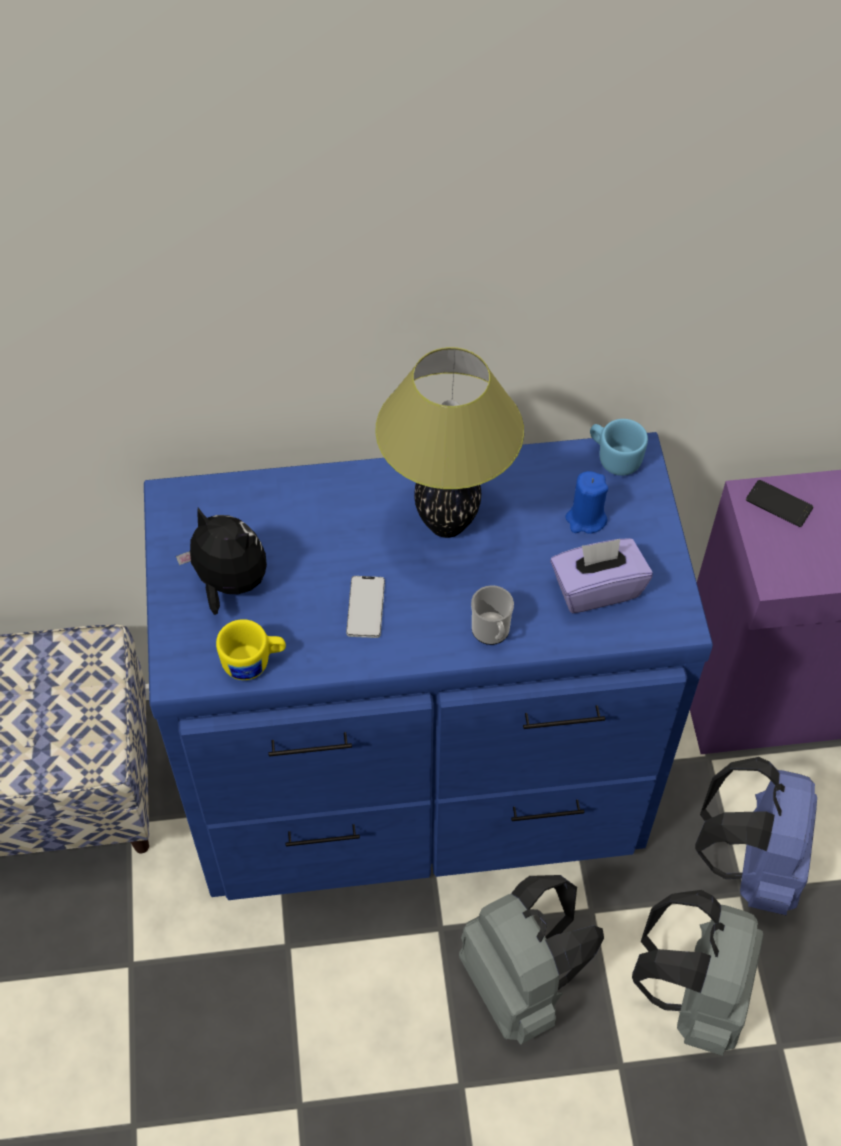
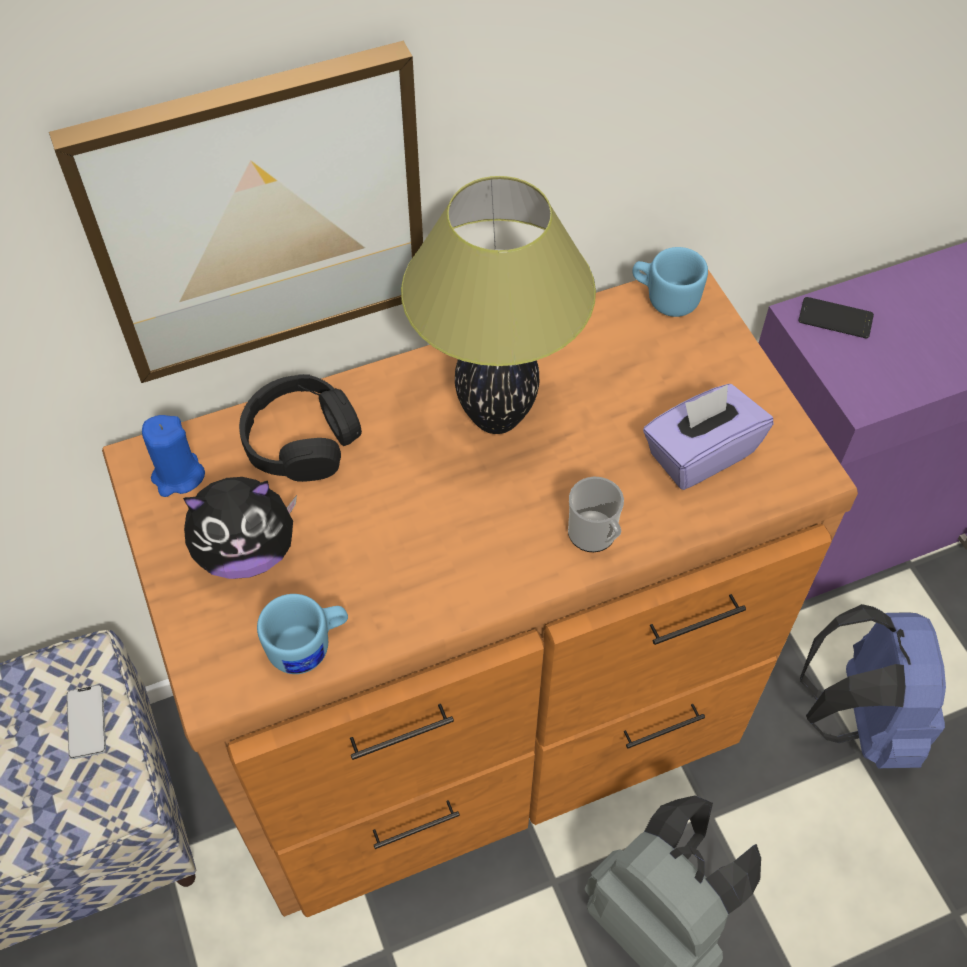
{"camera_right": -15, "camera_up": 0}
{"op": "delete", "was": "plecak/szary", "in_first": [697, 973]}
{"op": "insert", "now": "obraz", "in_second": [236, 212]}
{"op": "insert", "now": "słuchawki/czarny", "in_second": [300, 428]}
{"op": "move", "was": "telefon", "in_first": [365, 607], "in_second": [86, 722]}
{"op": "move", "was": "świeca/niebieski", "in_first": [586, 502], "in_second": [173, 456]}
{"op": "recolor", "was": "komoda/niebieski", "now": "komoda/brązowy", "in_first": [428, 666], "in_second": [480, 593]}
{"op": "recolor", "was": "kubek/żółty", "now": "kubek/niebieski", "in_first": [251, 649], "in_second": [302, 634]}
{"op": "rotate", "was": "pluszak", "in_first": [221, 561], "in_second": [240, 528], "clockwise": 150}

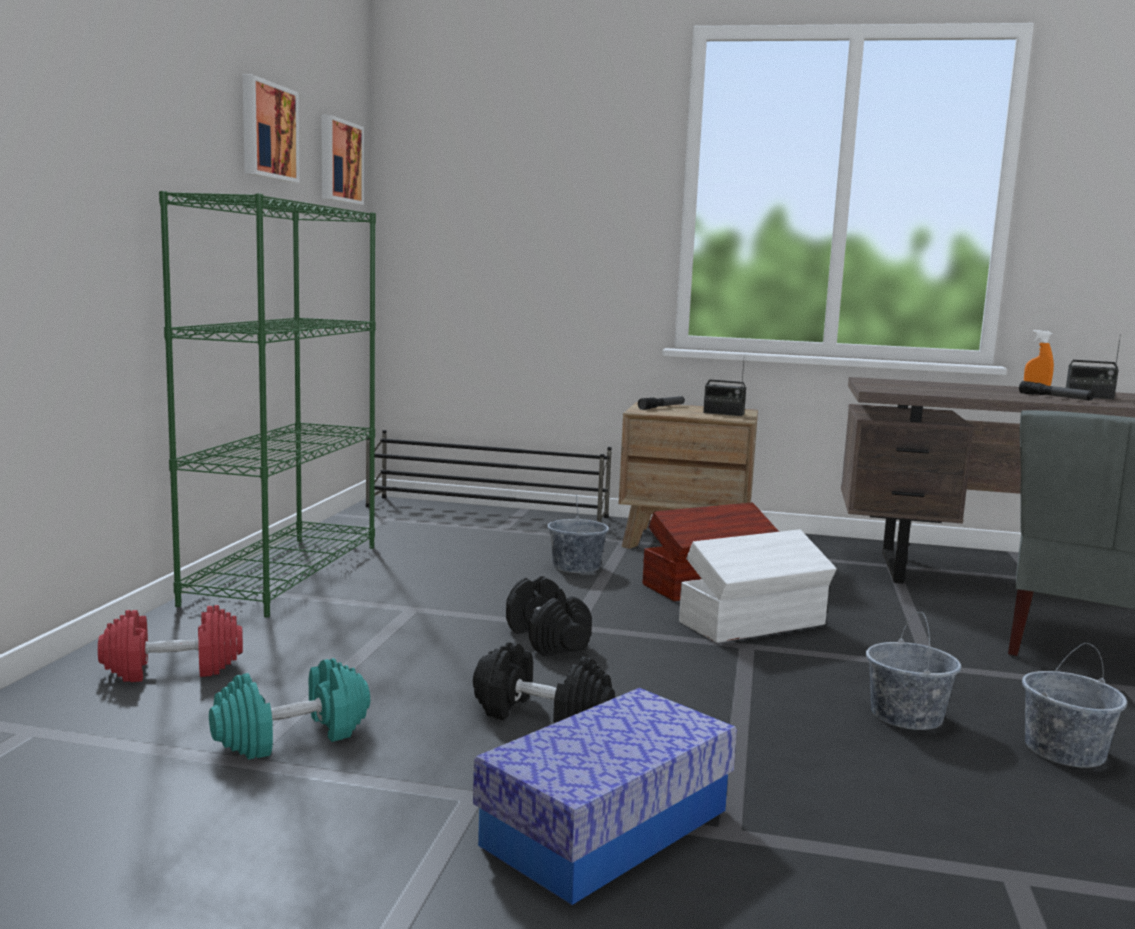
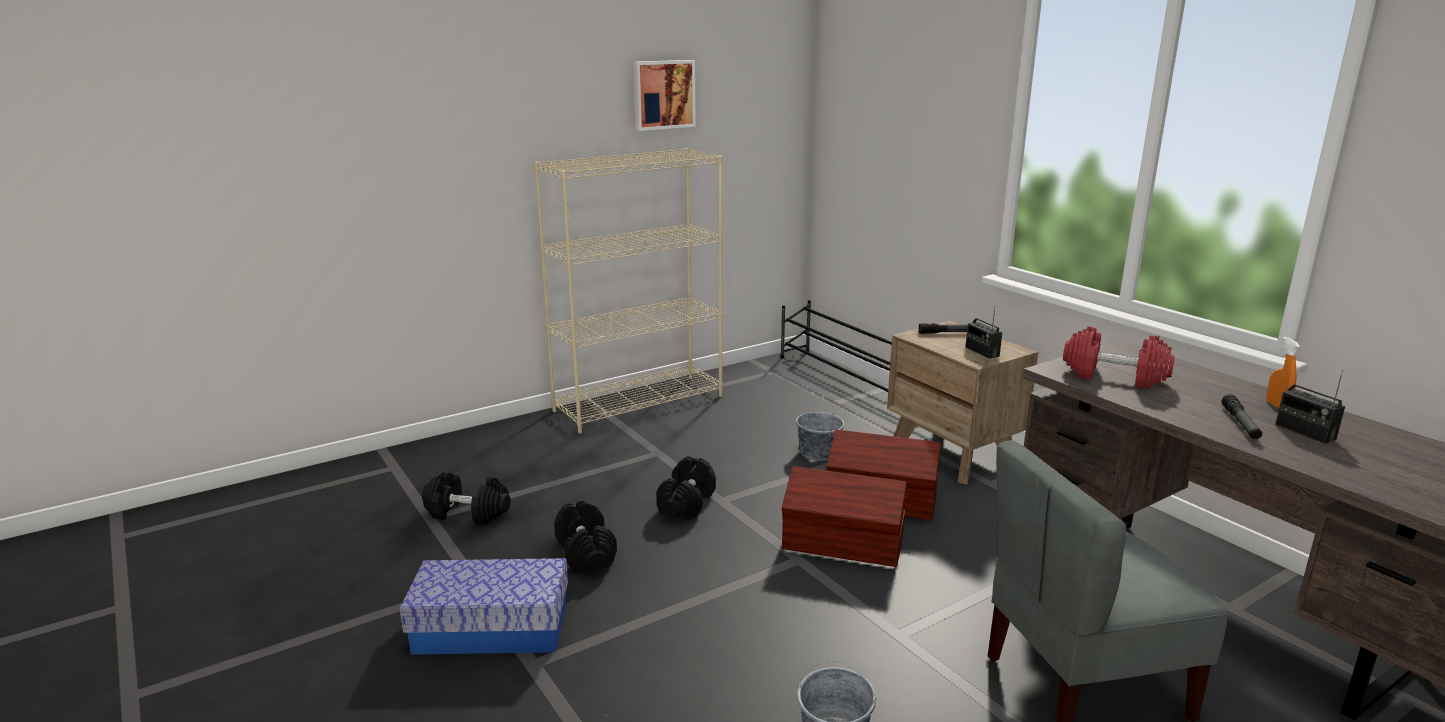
{"camera_right": 45, "camera_up": 10}
{"op": "delete", "was": "obraz", "in_first": [342, 160]}
{"op": "delete", "was": "wiadro/szary", "in_first": [913, 671]}
{"op": "move", "was": "hantel/czerwony", "in_first": [170, 643], "in_second": [1119, 357]}
{"op": "recolor", "was": "regał/zielony", "now": "regał/beżowy", "in_first": [267, 404], "in_second": [628, 291]}
{"op": "recolor", "was": "hantel/turkusowy", "now": "hantel/czarny", "in_first": [289, 709], "in_second": [466, 498]}
{"op": "recolor", "was": "pojemnik do przechowywania/biały", "now": "pojemnik do przechowywania/brązowy", "in_first": [758, 586], "in_second": [844, 516]}

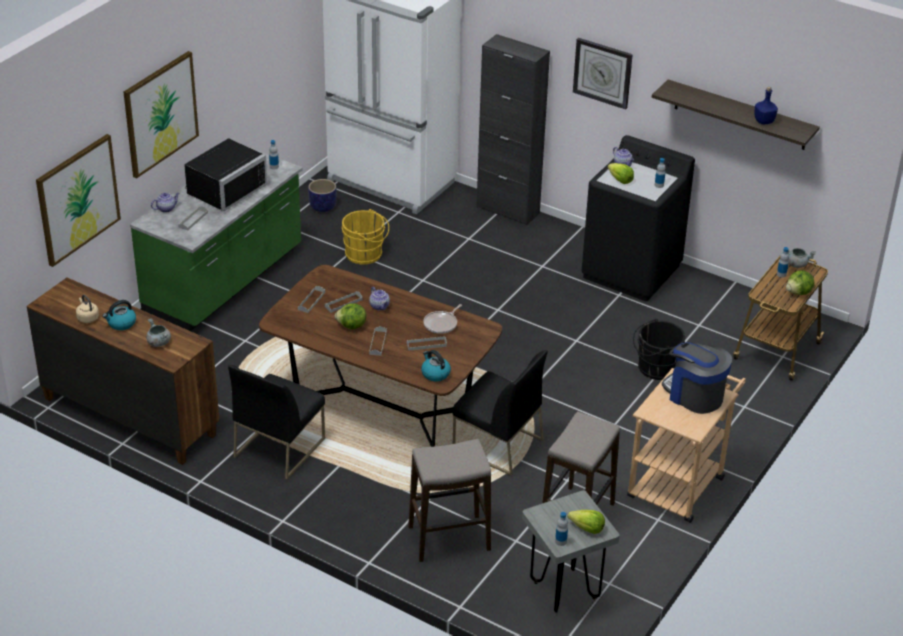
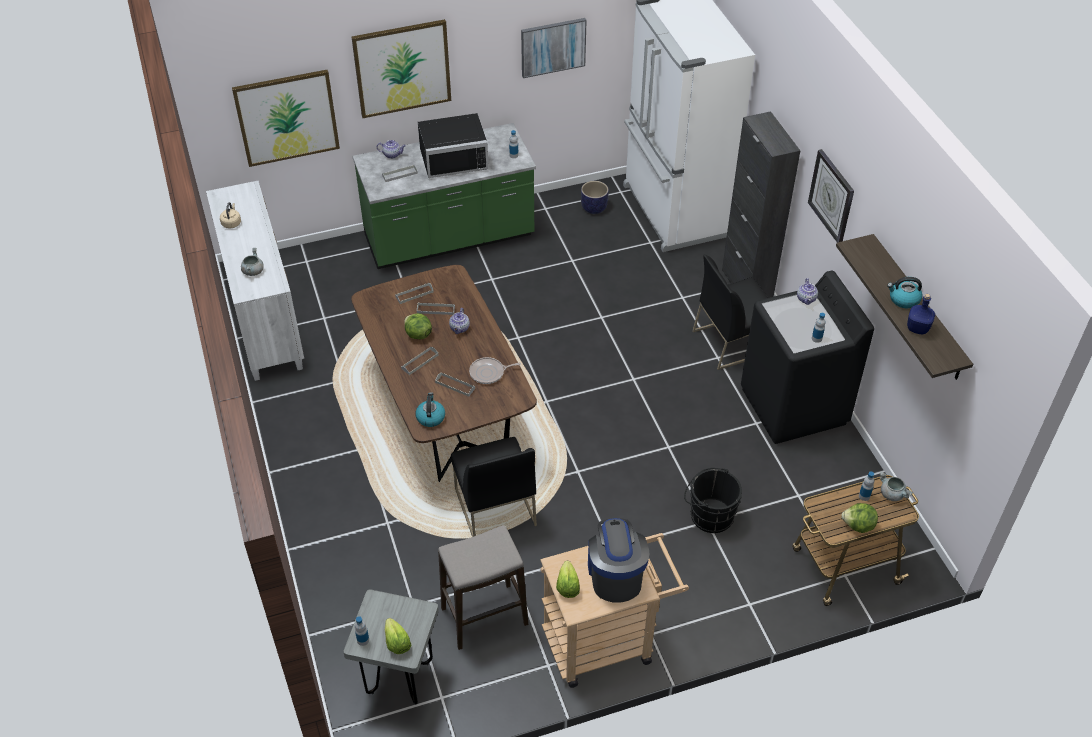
{"camera_right": 40, "camera_up": 10}
{"op": "delete", "was": "wiadro/żółty", "in_first": [365, 237]}
{"op": "delete", "was": "stołek", "in_first": [449, 500]}
{"op": "insert", "now": "obraz", "in_second": [554, 48]}
{"op": "move", "was": "czajnik", "in_first": [119, 315], "in_second": [904, 292]}
{"op": "move", "was": "krzesło/czarny", "in_first": [276, 422], "in_second": [730, 312]}
{"op": "move", "was": "sałata", "in_first": [621, 173], "in_second": [568, 579]}
{"op": "recolor", "was": "komoda/brązowy", "now": "komoda/biały", "in_first": [123, 371], "in_second": [255, 281]}

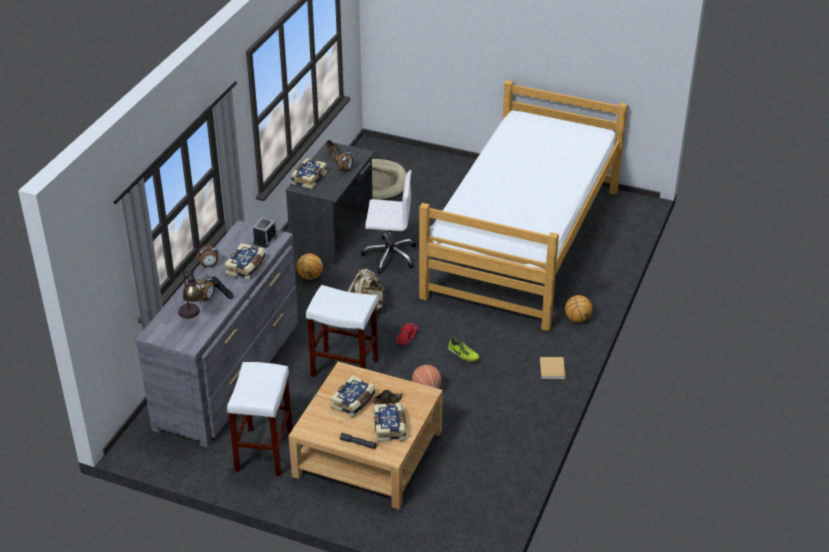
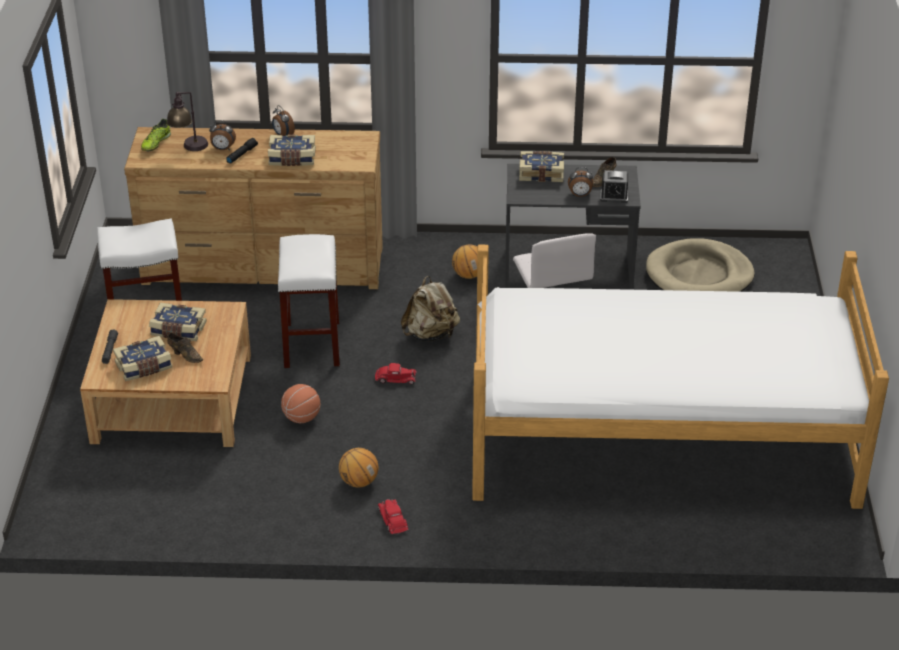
{"camera_right": 70, "camera_up": 0}
{"op": "move", "was": "budzik", "in_first": [265, 232], "in_second": [614, 186]}
{"op": "move", "was": "but", "in_first": [464, 349], "in_second": [156, 135]}
{"op": "move", "was": "piłka do koszykówki", "in_first": [578, 308], "in_second": [358, 468]}
{"op": "replace", "was": "książka/beżowy", "now": "samochodzik/czerwony", "in_first": [553, 368], "in_second": [393, 516]}
{"op": "recolor", "was": "komoda/szary", "now": "komoda/brązowy", "in_first": [216, 334], "in_second": [253, 208]}

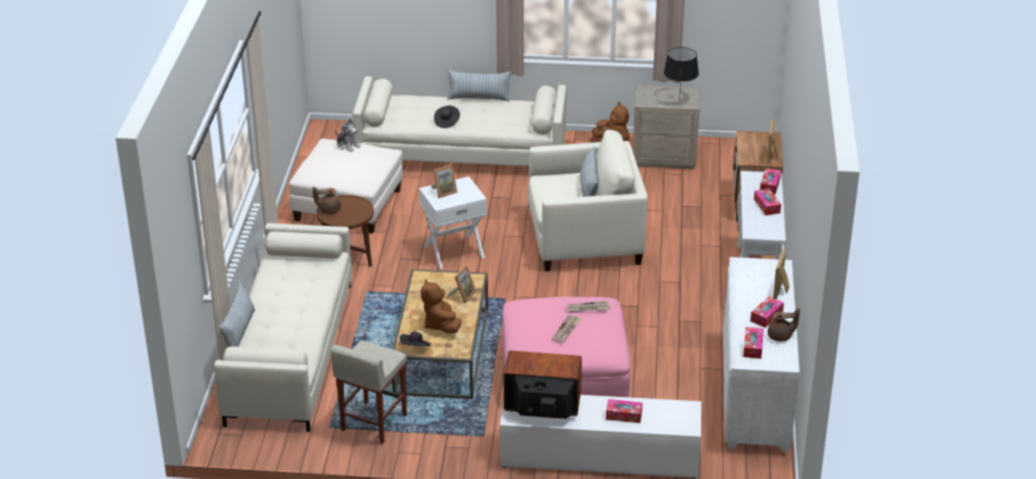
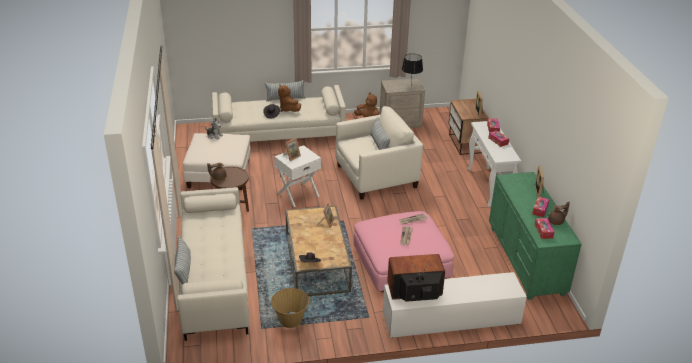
{"camera_right": -15, "camera_up": 0}
{"op": "delete", "was": "pudełko chusteczek", "in_first": [624, 411]}
{"op": "move", "was": "pluszak/brązowy", "in_first": [441, 306], "in_second": [289, 98]}
{"op": "replace", "was": "stołek/beżowy", "now": "koszyk", "in_first": [369, 392], "in_second": [290, 308]}
{"op": "recolor", "was": "komoda/biały", "now": "komoda/zielony", "in_first": [761, 354], "in_second": [535, 236]}

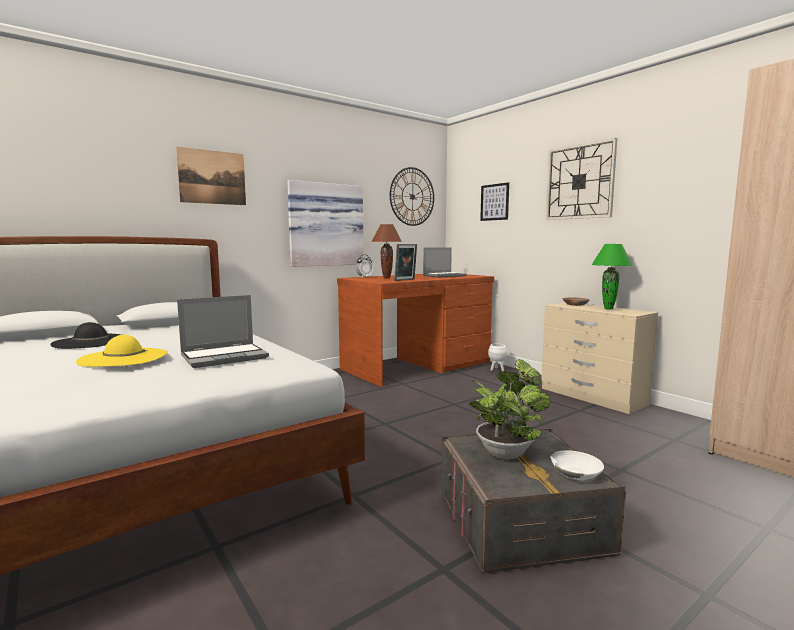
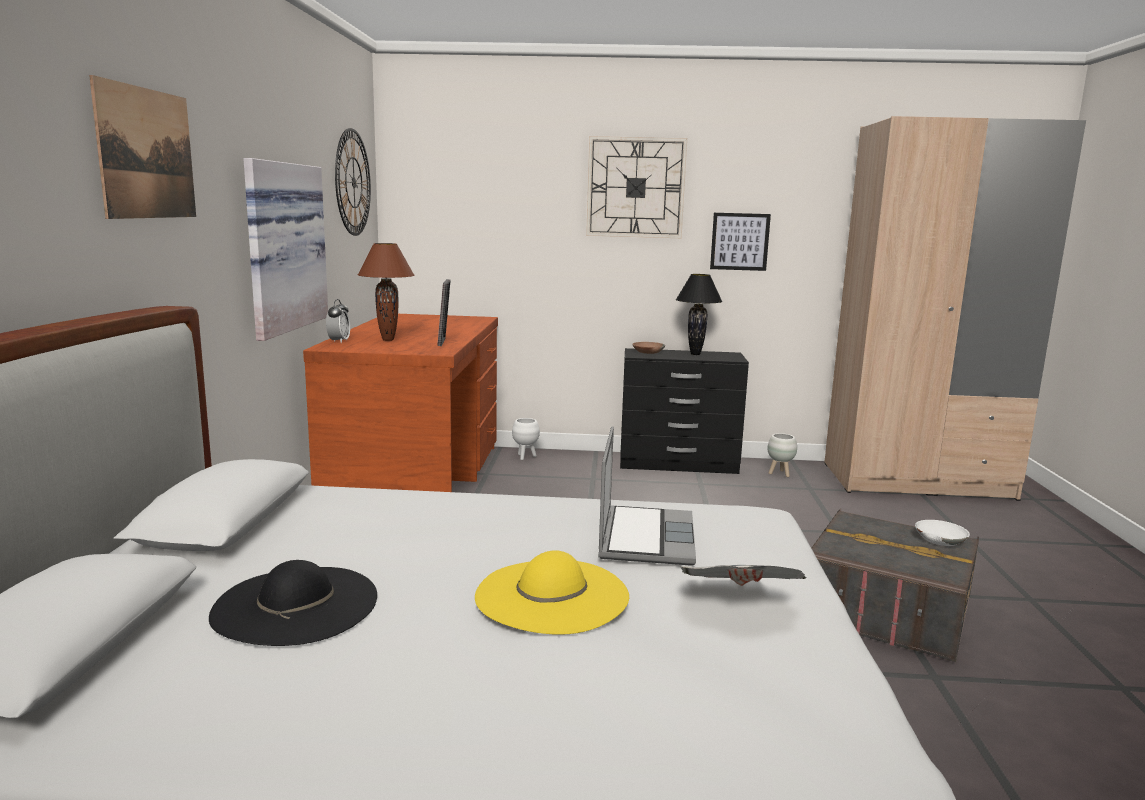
{"camera_right": -50, "camera_up": 5}
{"op": "delete", "was": "laptop", "in_first": [445, 262]}
{"op": "delete", "was": "roślina doniczkowa", "in_first": [510, 409]}
{"op": "insert", "now": "gazeta", "in_second": [743, 575]}
{"op": "insert", "now": "donica/biały", "in_second": [782, 455]}
{"op": "move", "was": "obraz", "in_first": [494, 201], "in_second": [740, 242]}
{"op": "recolor", "was": "komoda/beżowy", "now": "komoda/czarny", "in_first": [599, 358], "in_second": [684, 411]}
{"op": "recolor", "was": "lampa stołowa/zielony", "now": "lampa stołowa/czarny", "in_first": [611, 276], "in_second": [699, 314]}

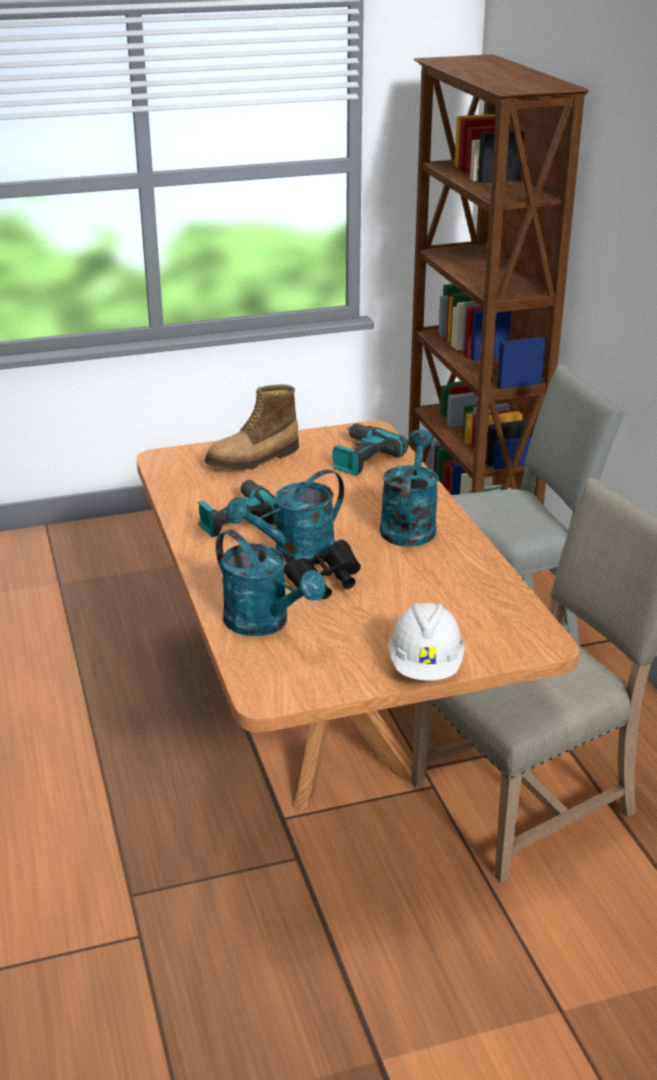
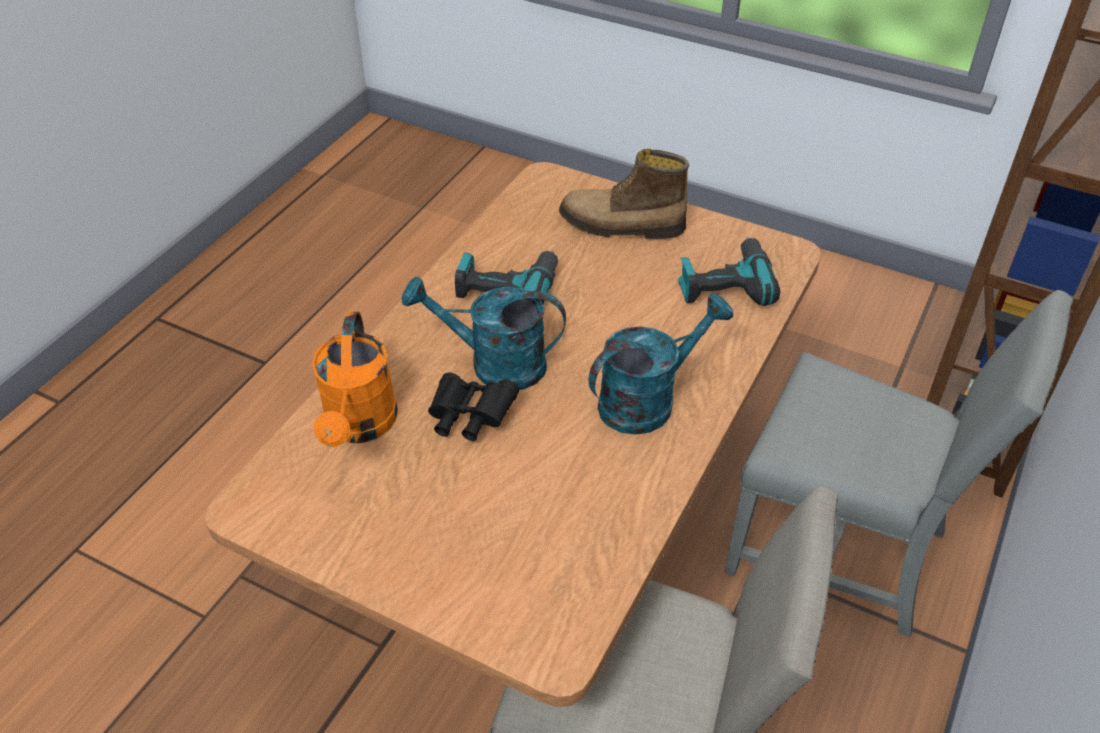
{"camera_right": 45, "camera_up": 15}
{"op": "delete", "was": "kask/biały", "in_first": [426, 641]}
{"op": "recolor", "was": "konewka/turkusowy", "now": "konewka/pomarańczowy", "in_first": [271, 583], "in_second": [355, 379]}

